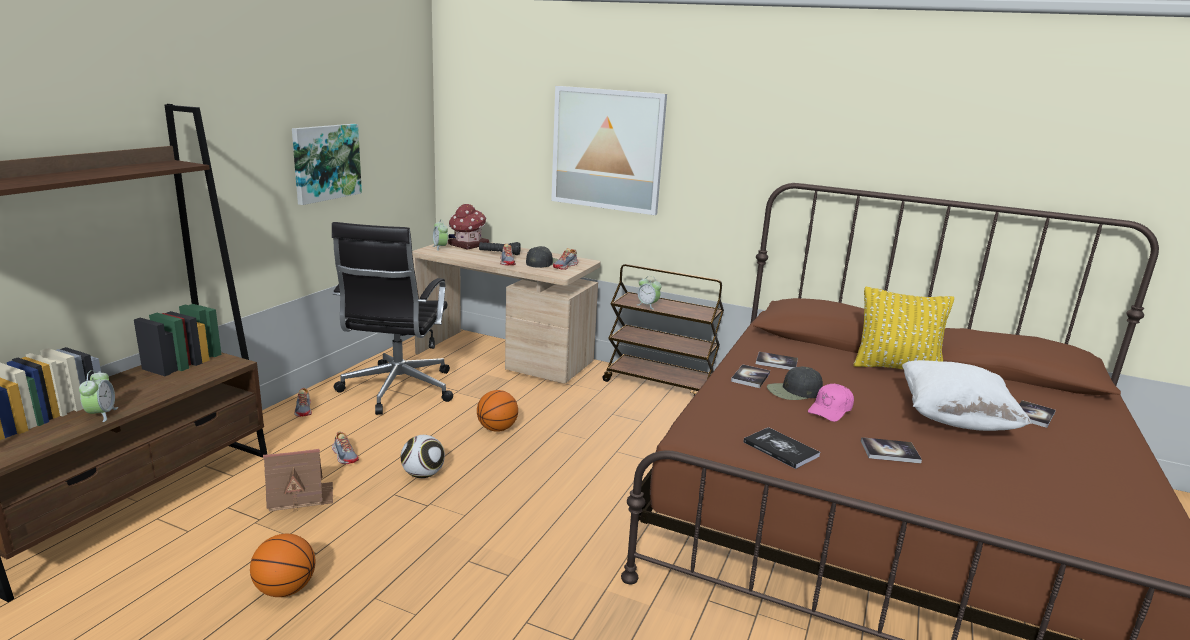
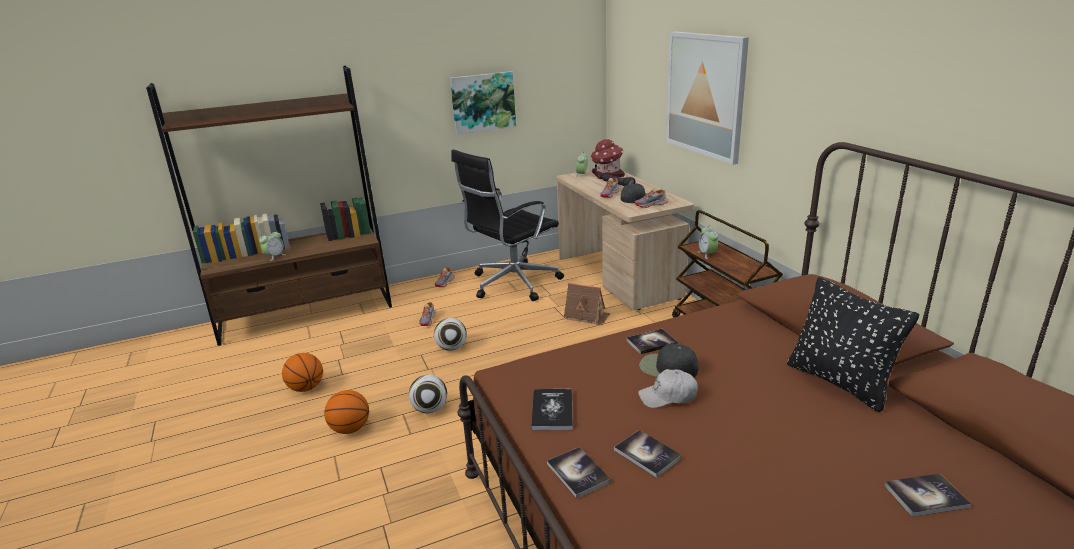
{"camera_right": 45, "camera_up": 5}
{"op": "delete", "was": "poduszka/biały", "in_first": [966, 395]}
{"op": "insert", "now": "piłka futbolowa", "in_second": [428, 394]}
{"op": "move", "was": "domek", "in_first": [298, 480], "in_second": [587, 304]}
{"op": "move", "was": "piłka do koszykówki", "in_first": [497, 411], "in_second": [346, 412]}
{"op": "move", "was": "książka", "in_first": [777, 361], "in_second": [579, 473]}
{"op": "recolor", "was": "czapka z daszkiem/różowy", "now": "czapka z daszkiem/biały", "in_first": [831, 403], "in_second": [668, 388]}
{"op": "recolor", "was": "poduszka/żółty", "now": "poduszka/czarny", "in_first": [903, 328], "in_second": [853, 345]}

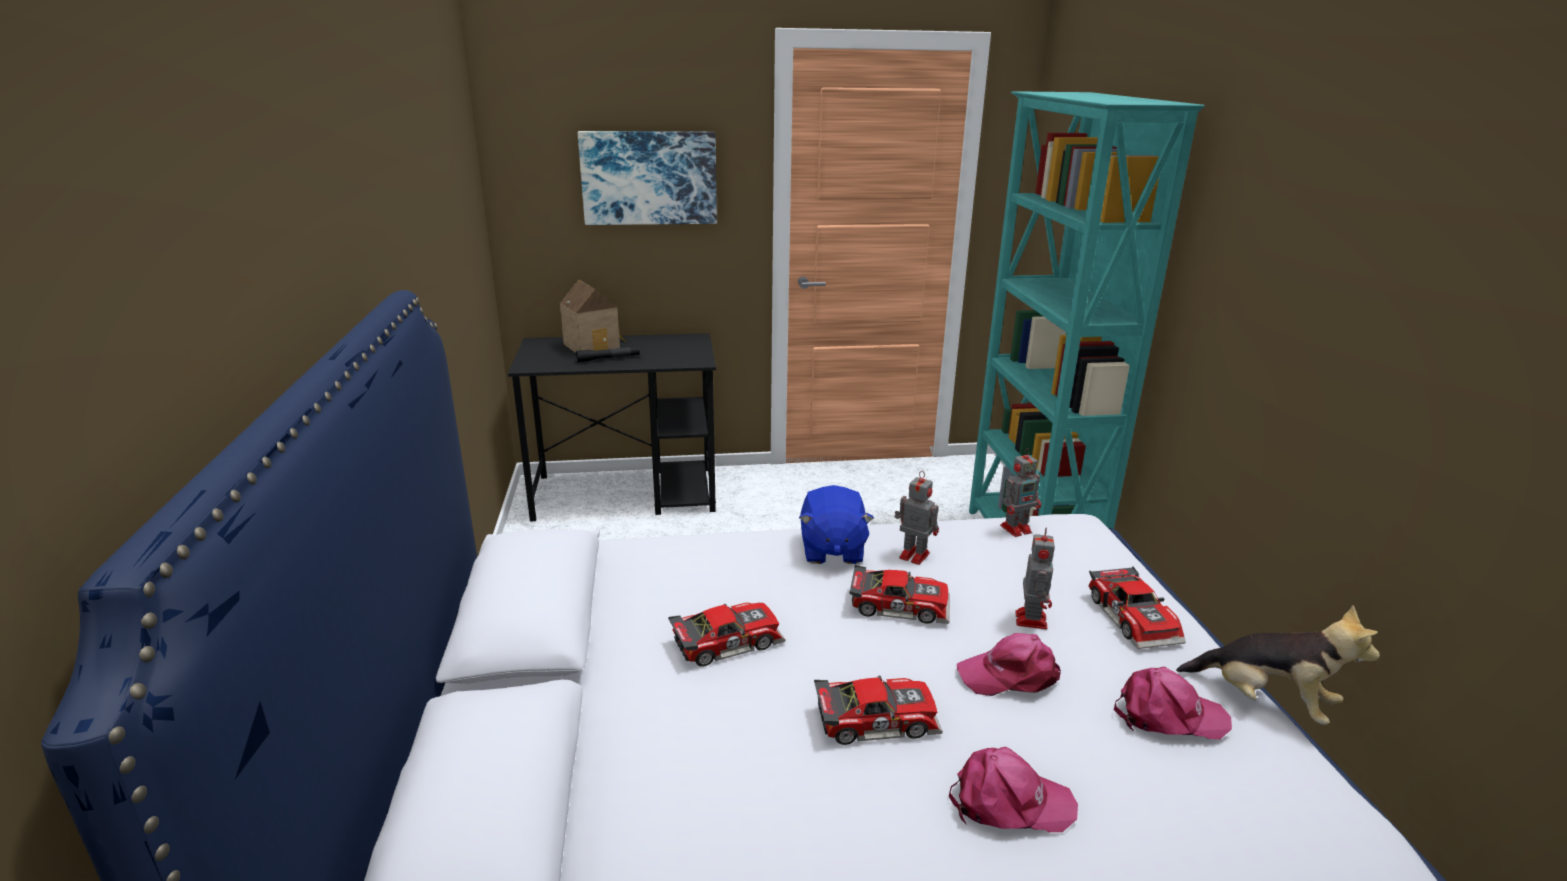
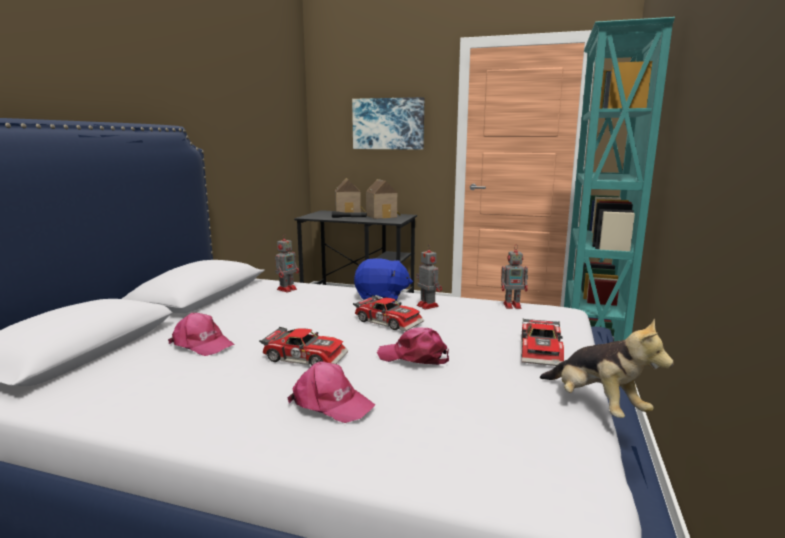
{"camera_right": 25, "camera_up": -10}
{"op": "delete", "was": "samochodzik", "in_first": [727, 634]}
{"op": "insert", "now": "domek", "in_second": [383, 199]}
{"op": "move", "was": "robot zabawkowy", "in_first": [1035, 578], "in_second": [287, 263]}
{"op": "move", "was": "czapka z daszkiem/różowy", "in_first": [1173, 703], "in_second": [201, 334]}
{"op": "rotate", "was": "pluszak/niebieski", "in_first": [836, 524], "in_second": [383, 280], "clockwise": -105}

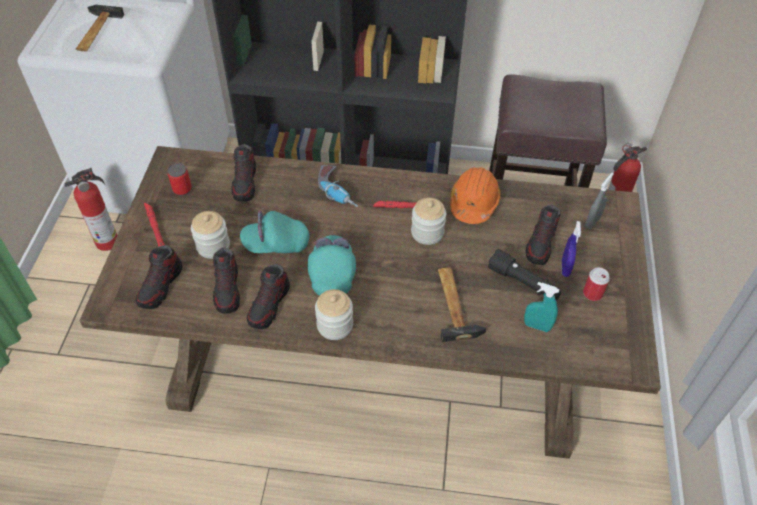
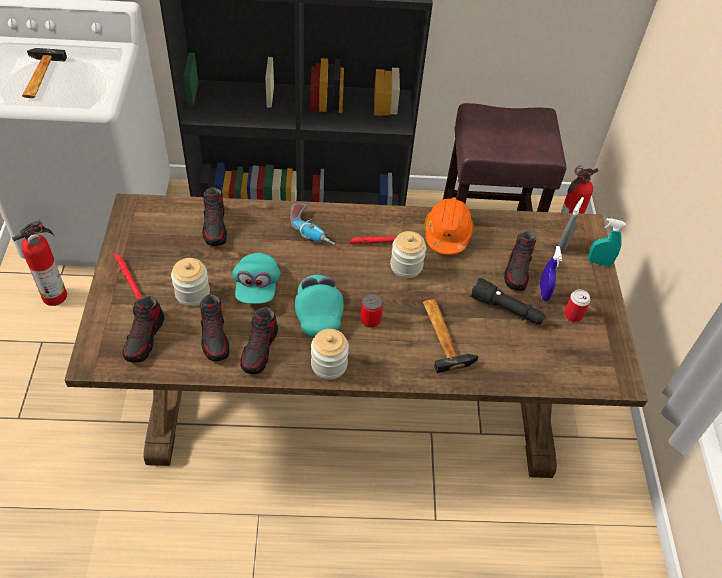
{"camera_right": -10, "camera_up": 0}
{"op": "move", "was": "puszka", "in_first": [179, 179], "in_second": [371, 310]}
{"op": "move", "was": "spryskiwacz/turkusowy", "in_first": [541, 307], "in_second": [607, 242]}
{"op": "rotate", "was": "czapka z daszkiem/turkusowy", "in_first": [274, 231], "in_second": [256, 278], "clockwise": -75}

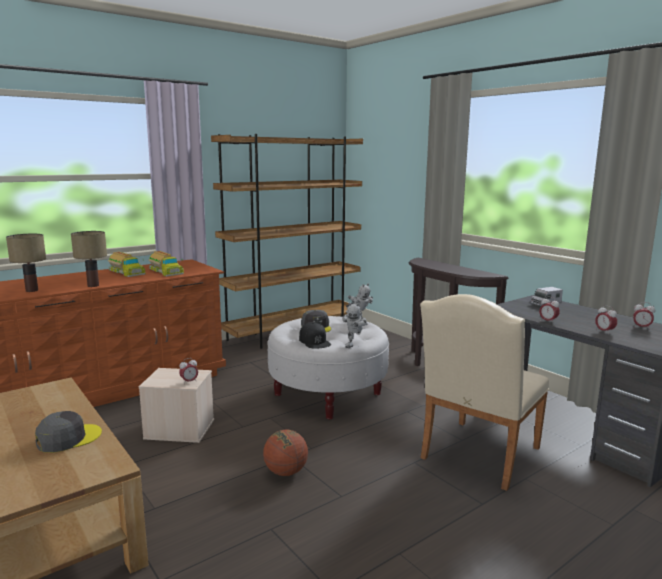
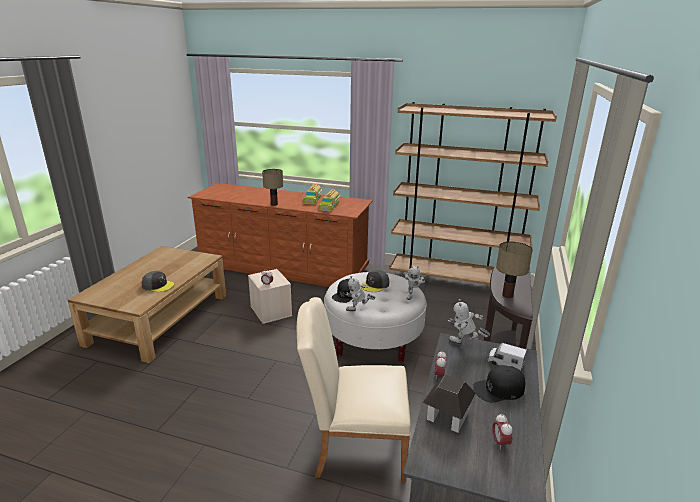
{"camera_right": 55, "camera_up": 10}
{"op": "delete", "was": "piłka do koszykówki", "in_first": [285, 453]}
{"op": "insert", "now": "robot zabawkowy", "in_second": [469, 322]}
{"op": "insert", "now": "czapka z daszkiem/czarny", "in_second": [499, 384]}
{"op": "move", "was": "lampa stołowa", "in_first": [26, 263], "in_second": [514, 269]}
{"op": "replace", "was": "budzik", "now": "domek", "in_first": [606, 319], "in_second": [449, 403]}

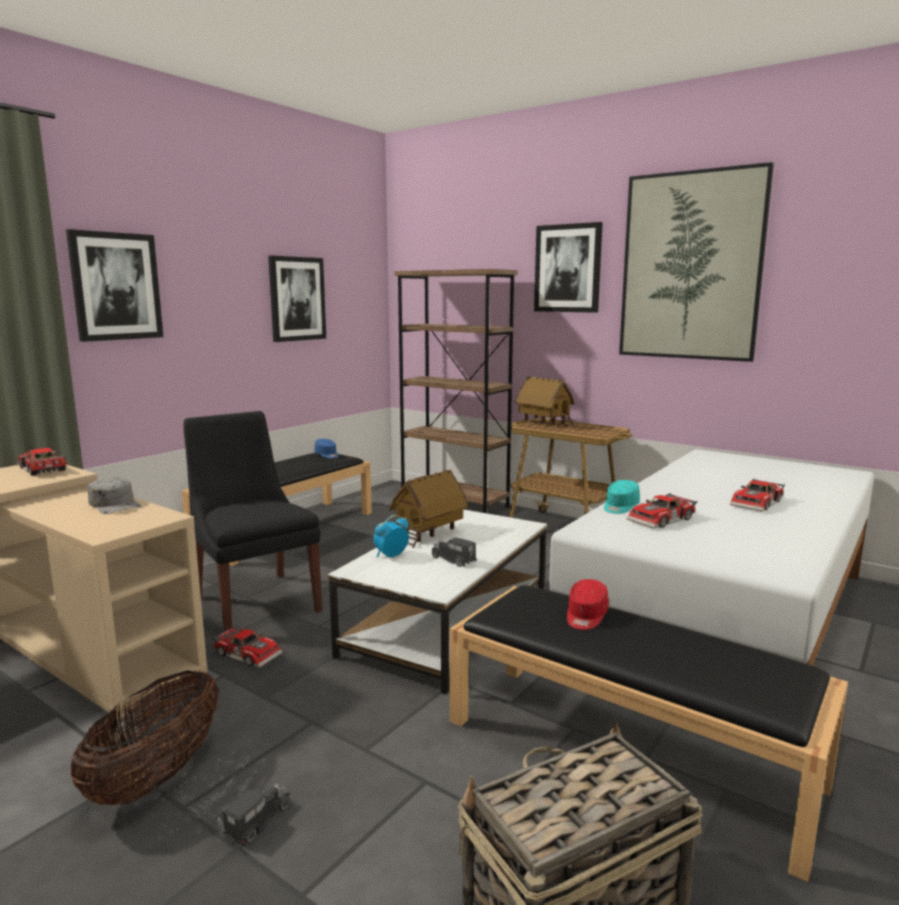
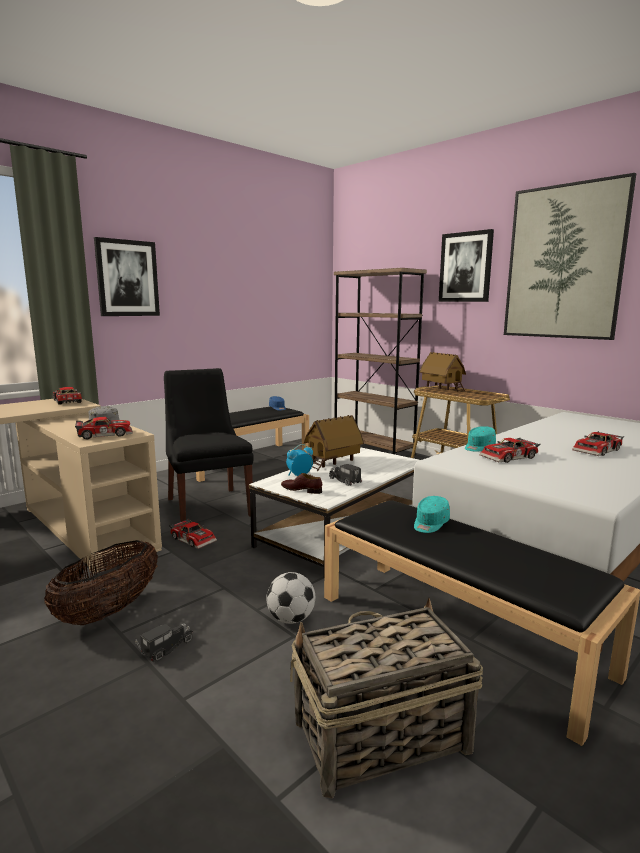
{"camera_right": 10, "camera_up": 0}
{"op": "delete", "was": "obraz", "in_first": [297, 299]}
{"op": "insert", "now": "samochodzik", "in_second": [104, 428]}
{"op": "insert", "now": "piłka futbolowa", "in_second": [290, 598]}
{"op": "insert", "now": "but/brązowy", "in_second": [301, 483]}
{"op": "recolor", "was": "czapka z daszkiem/czerwony", "now": "czapka z daszkiem/turkusowy", "in_first": [588, 604], "in_second": [432, 514]}

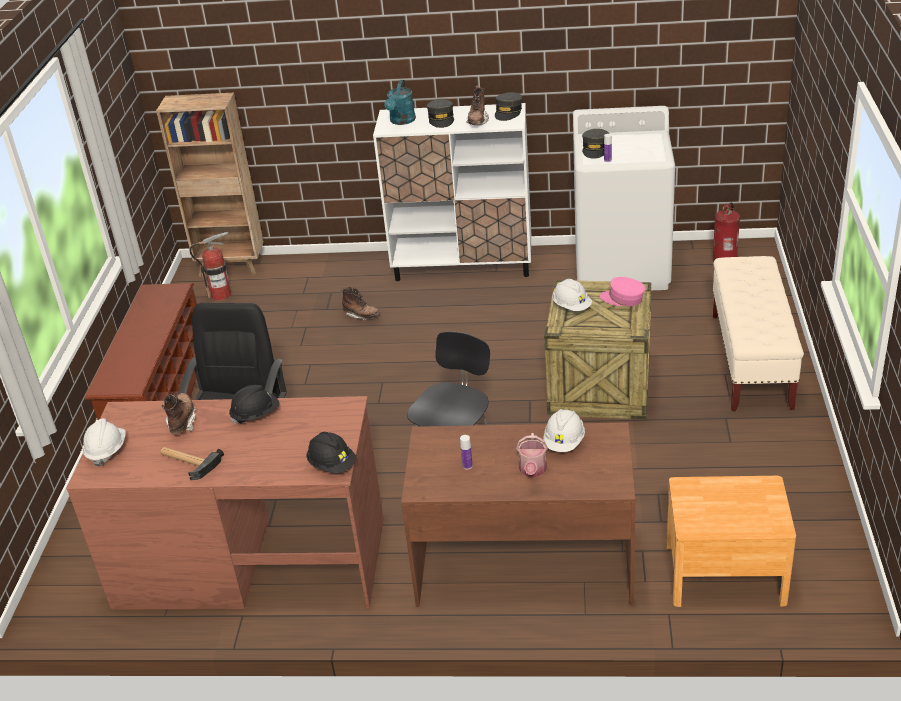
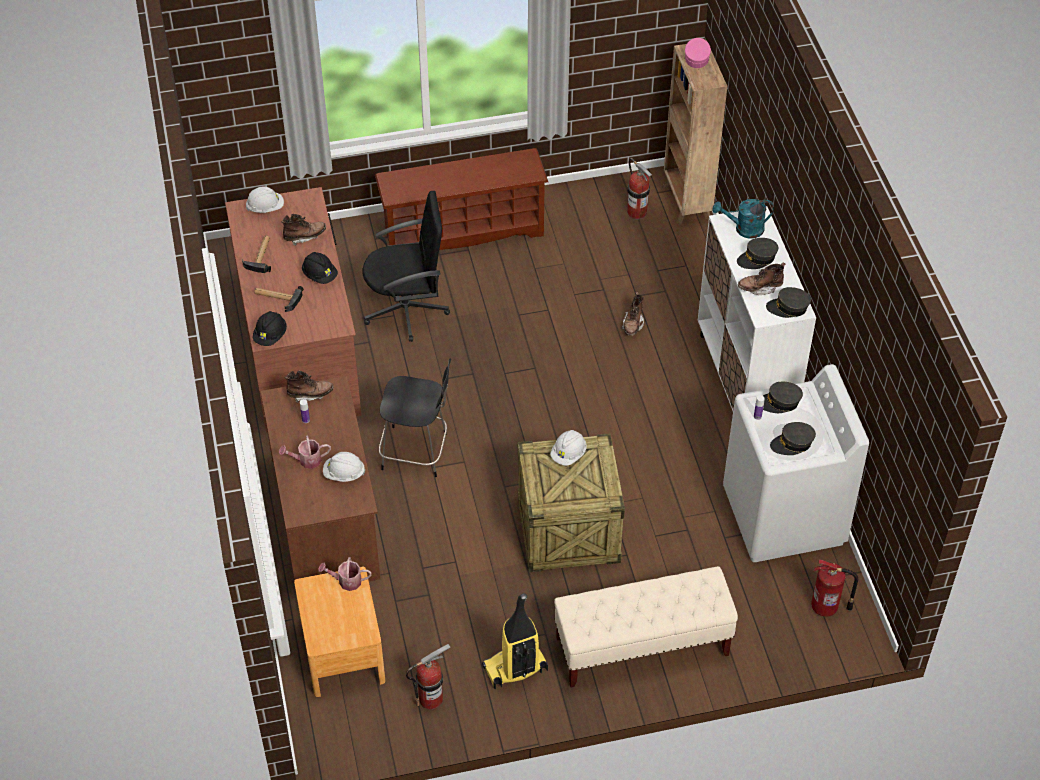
{"camera_right": 70, "camera_up": 15}
{"op": "insert", "now": "młotek", "in_second": [279, 299]}
{"op": "insert", "now": "but z cholewką/brązowy", "in_second": [309, 387]}
{"op": "insert", "now": "konewka", "in_second": [345, 574]}
{"op": "insert", "now": "gaśnica", "in_second": [428, 676]}
{"op": "insert", "now": "odkurzacz", "in_second": [515, 641]}
{"op": "insert", "now": "czapka z daszkiem/szary", "in_second": [793, 438]}
{"op": "move", "was": "czapka z daszkiem/różowy", "in_first": [622, 291], "in_second": [698, 53]}

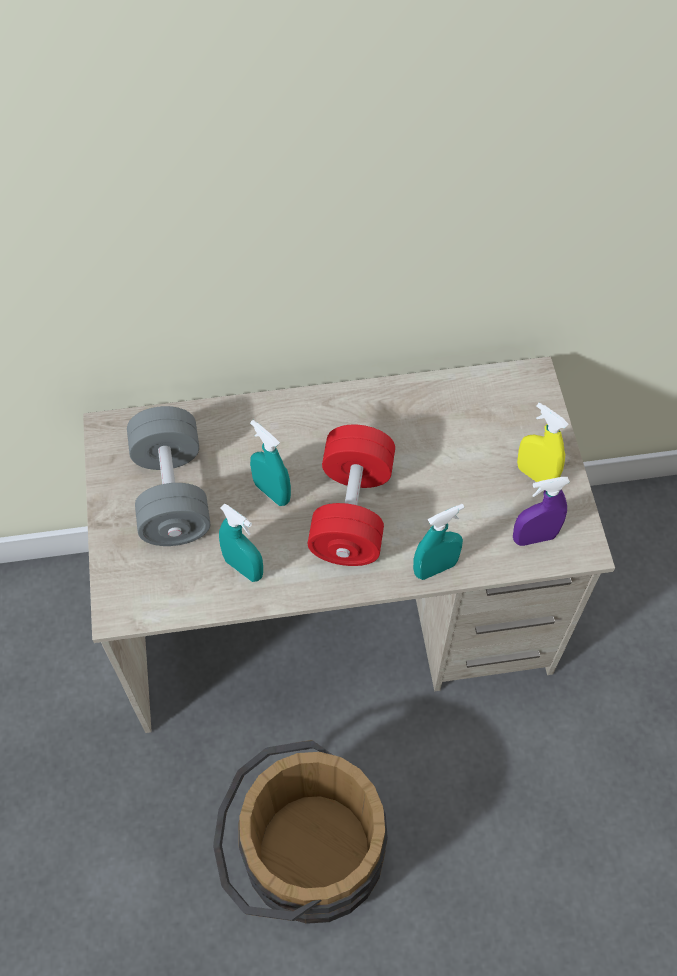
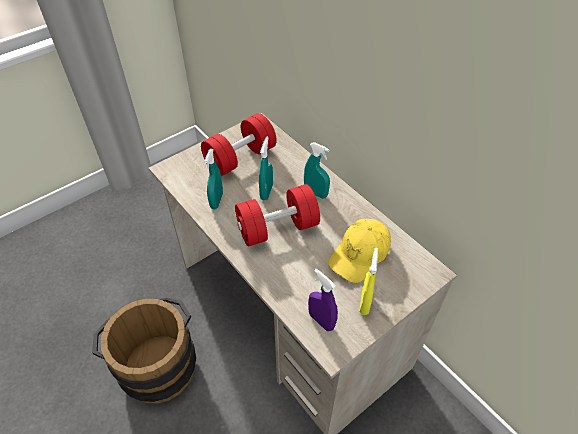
{"camera_right": 60, "camera_up": -10}
{"op": "insert", "now": "czapka z daszkiem/żółty", "in_second": [359, 251]}
{"op": "move", "was": "spryskiwacz/turkusowy", "in_first": [438, 542], "in_second": [317, 170]}
{"op": "recolor", "was": "hantel/szary", "now": "hantel/czerwony", "in_first": [168, 476], "in_second": [239, 144]}

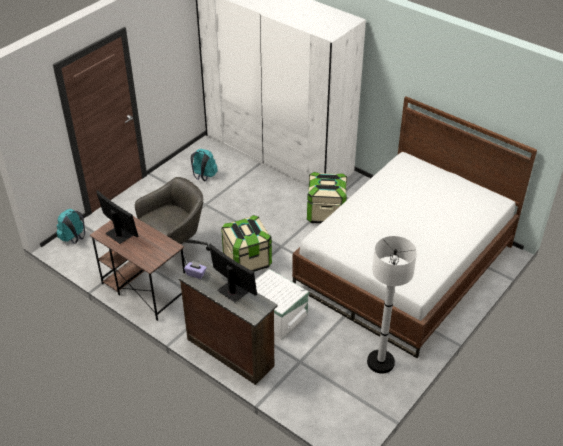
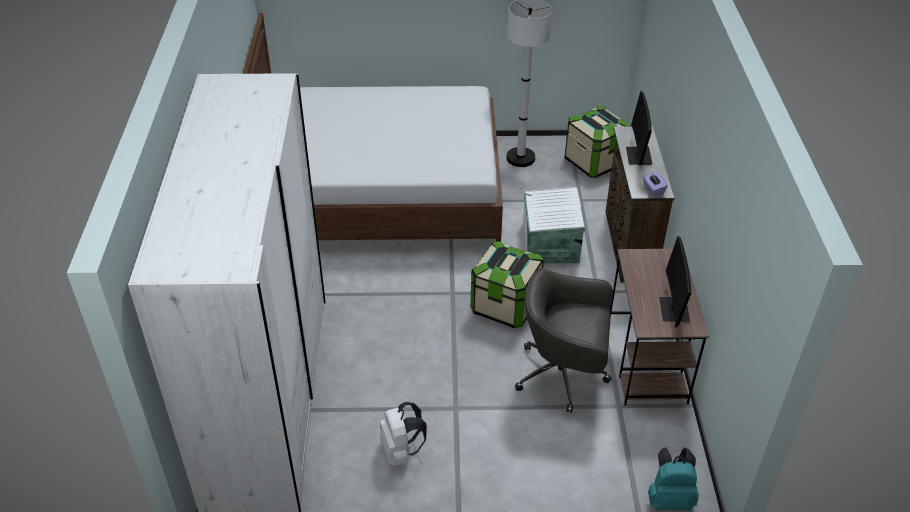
{"camera_right": -130, "camera_up": 0}
{"op": "move", "was": "pojemnik do przechowywania", "in_first": [327, 197], "in_second": [597, 142]}
{"op": "recolor", "was": "plecak/turkusowy", "now": "plecak/biały", "in_first": [204, 165], "in_second": [403, 434]}

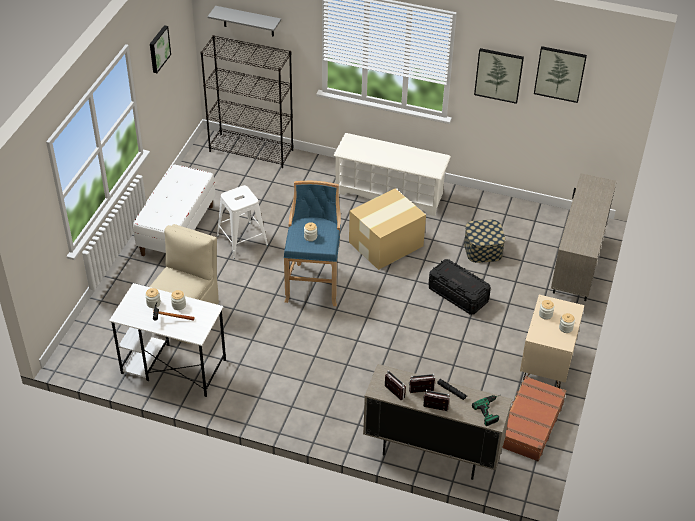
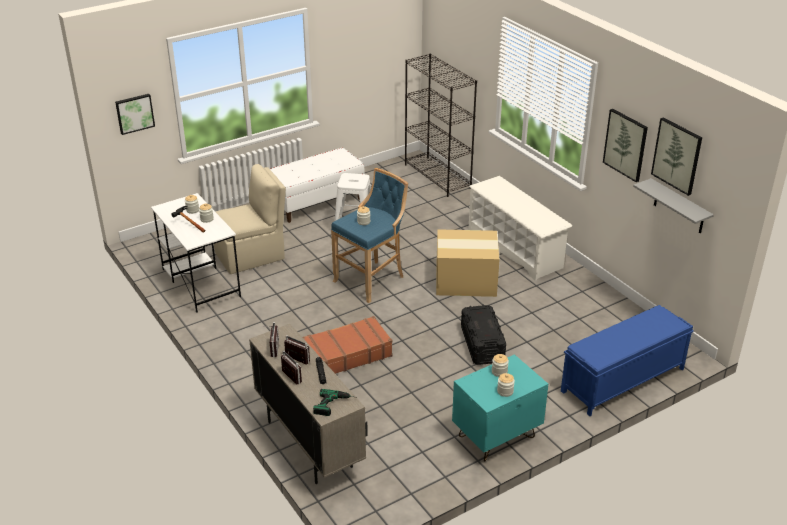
{"camera_right": 40, "camera_up": -10}
{"op": "delete", "was": "pojemnik do przechowywania", "in_first": [484, 241]}
{"op": "move", "was": "obraz", "in_first": [160, 49], "in_second": [135, 114]}
{"op": "move", "was": "półka/szary", "in_first": [244, 21], "in_second": [673, 205]}
{"op": "move", "was": "walizka/brązowy", "in_first": [534, 418], "in_second": [347, 345]}
{"op": "replace", "was": "szafka/beżowy", "now": "ławka/niebieski", "in_first": [584, 237], "in_second": [627, 360]}
{"op": "recolor", "was": "szafka nocna/beżowy", "now": "szafka nocna/turkusowy", "in_first": [552, 341], "in_second": [500, 408]}

